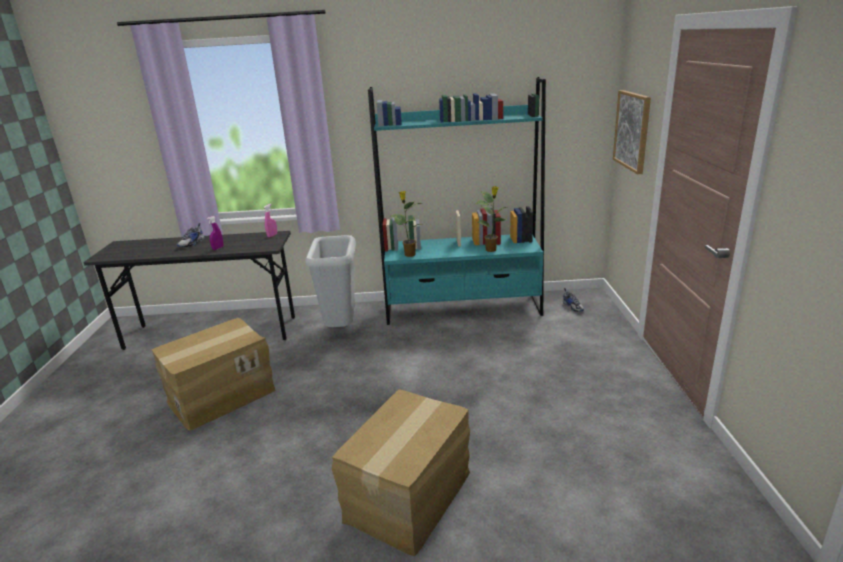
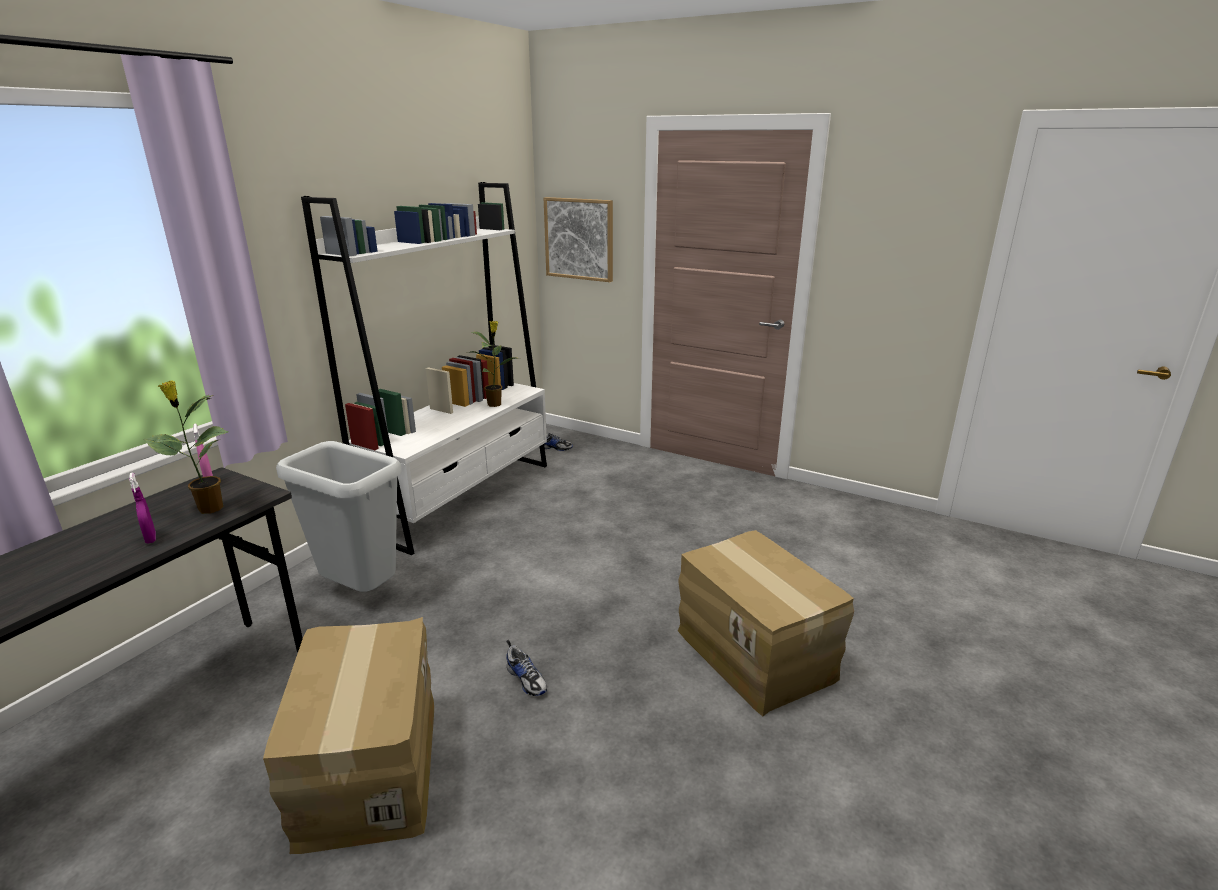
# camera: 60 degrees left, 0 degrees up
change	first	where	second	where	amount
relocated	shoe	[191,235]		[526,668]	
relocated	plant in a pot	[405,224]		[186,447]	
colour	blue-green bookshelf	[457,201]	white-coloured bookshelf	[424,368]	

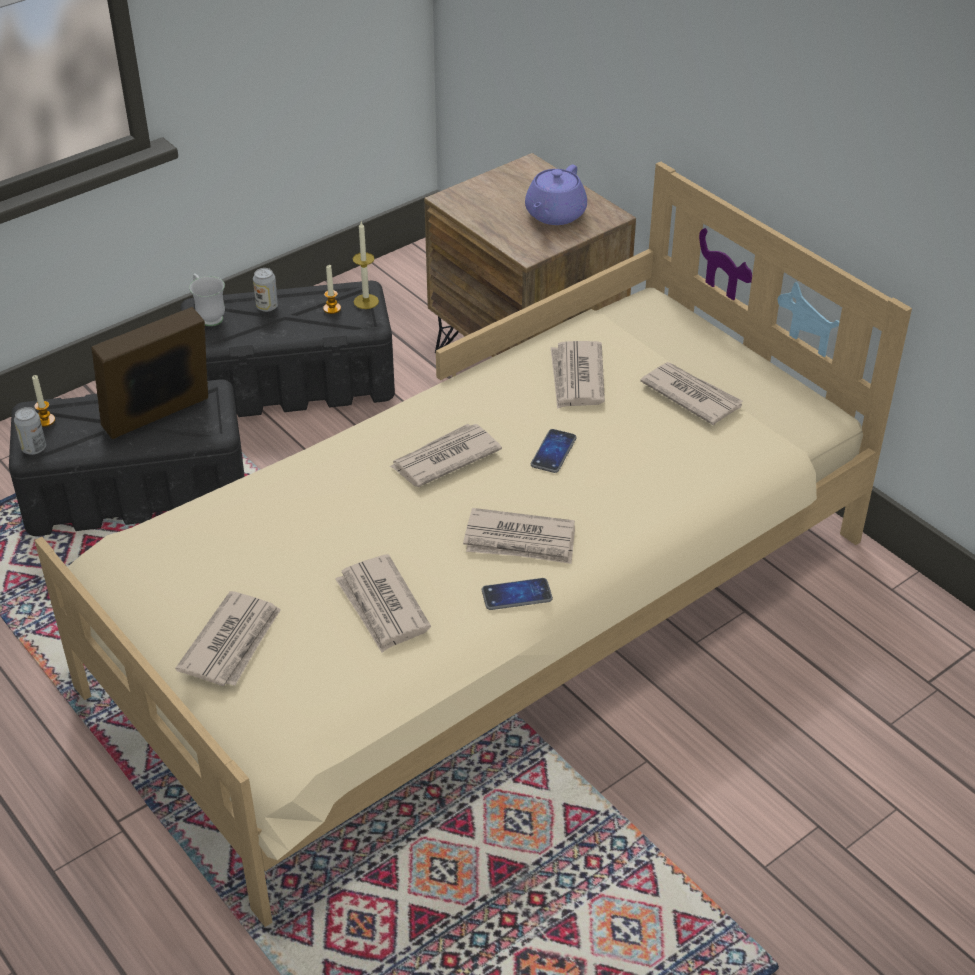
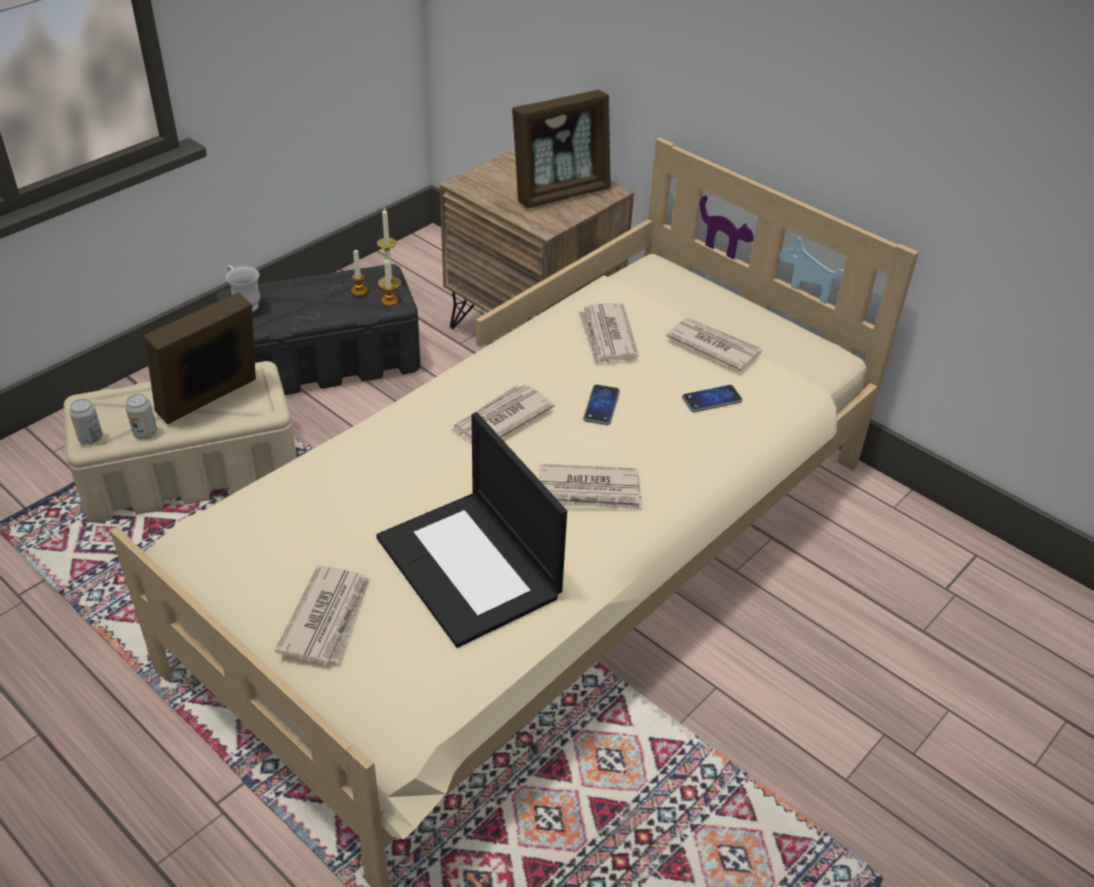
# camera: 10 degrees left, 0 degrees up
change	first	where	second	where	amount
relocated	wax candle	[43,401]		[389,283]	
relocated	can	[265,290]		[141,417]	
relocated	phone	[517,594]		[712,398]	
exchanged	daily paper	[383,603]	laptop	[471,530]	
exchanged	purple pot for tea	[556,195]	picture frame	[561,149]	
colour	blackish storage container	[127,457]	beige-coloured storage container	[180,442]	

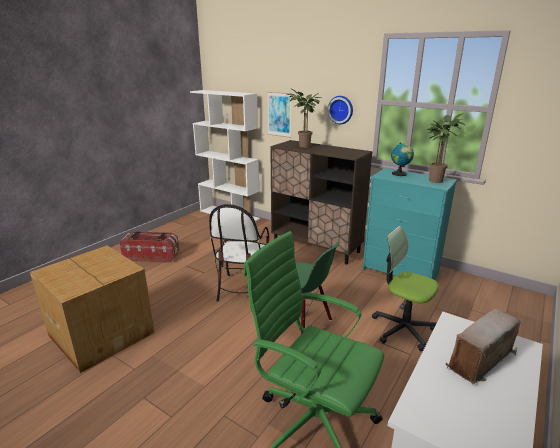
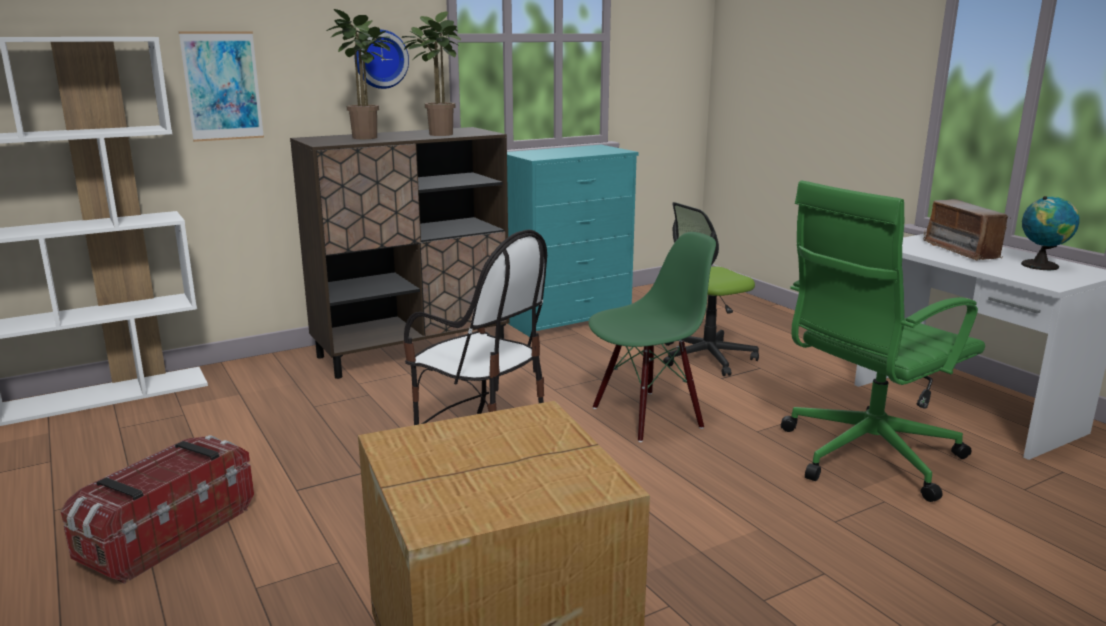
# camera: 65 degrees left, 5 degrees down
change	first	where	second	where	amount
relocated	globe	[402,159]		[1050,233]	
relocated	plant in a pot	[446,148]		[431,73]	

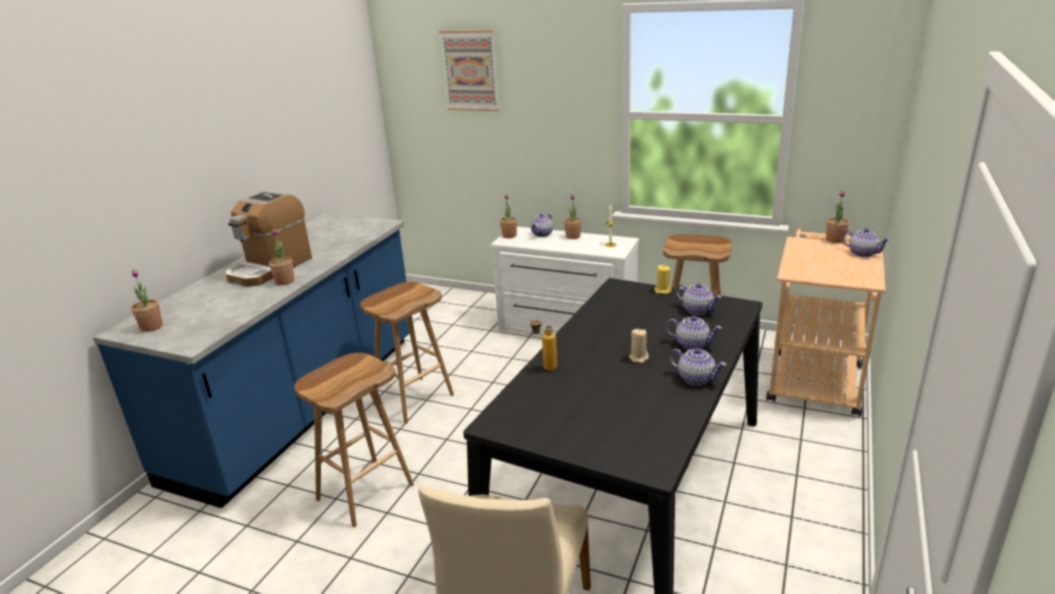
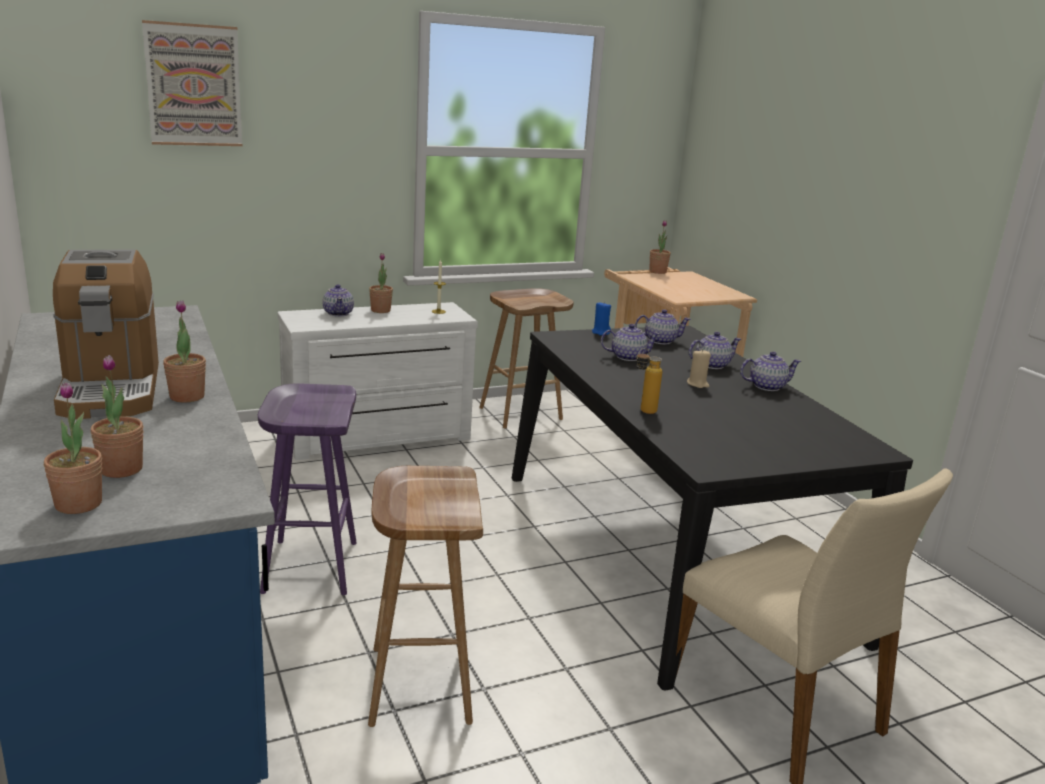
# camera: 50 degrees left, 5 degrees down
change	first	where	second	where	amount
relocated	plant in a pot	[508,216]		[117,416]	
relocated	pot for tea	[865,242]		[630,342]	
colour	brown-coloured stool	[407,353]	purple stool	[307,489]	
colour	yellow wax candle	[663,279]	blue wax candle	[601,318]	

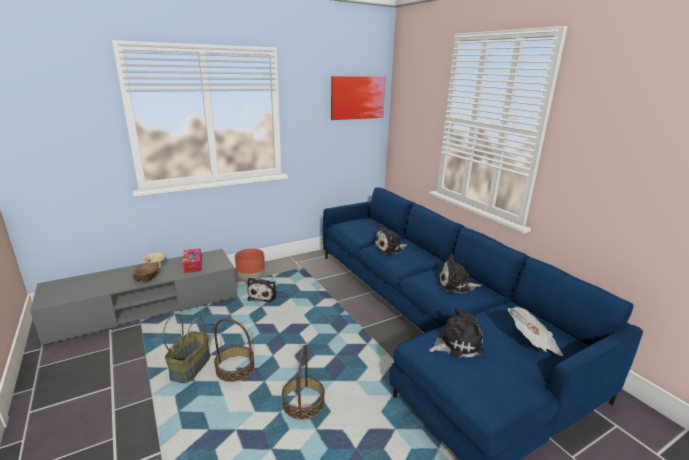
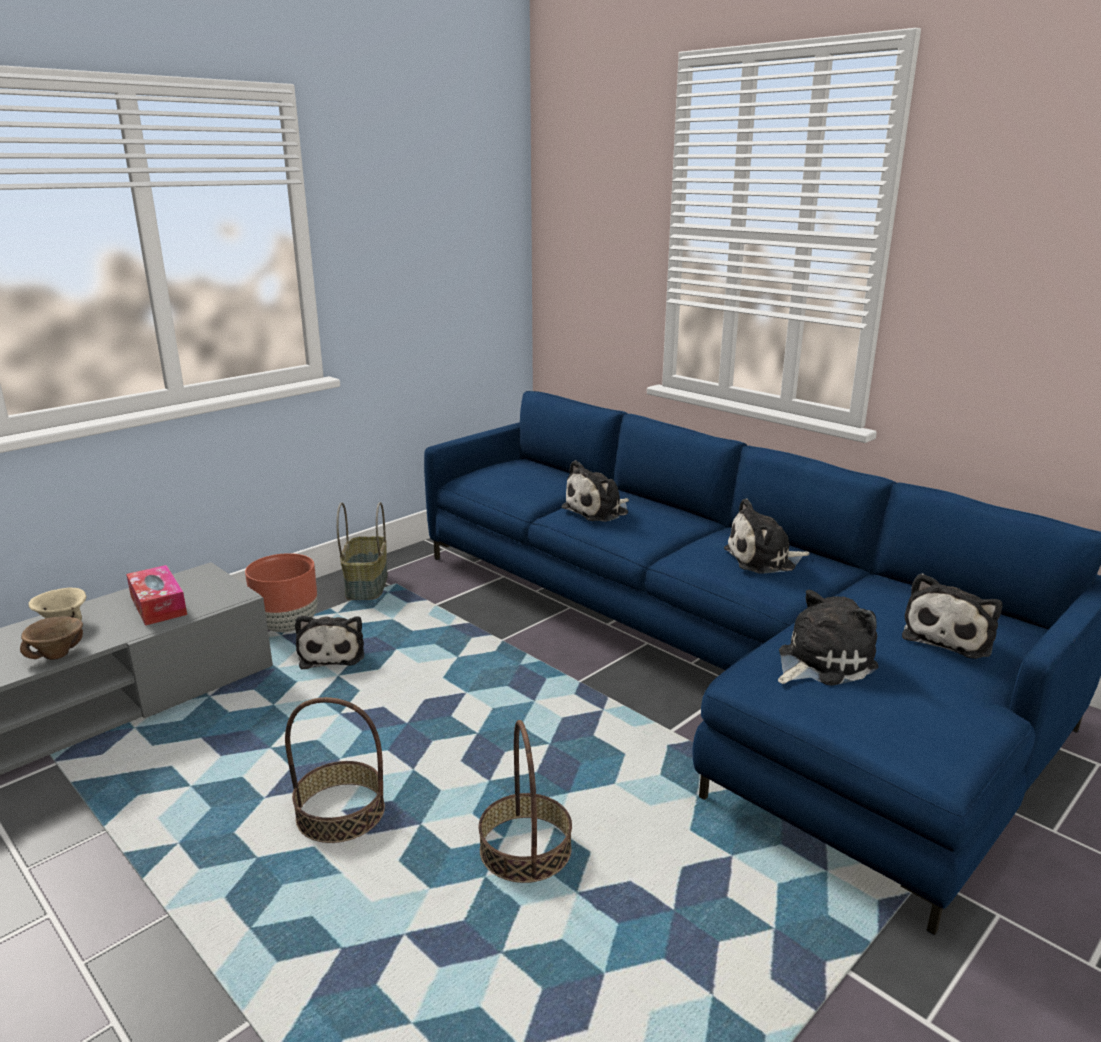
# camera: 15 degrees left, 0 degrees up
change	first	where	second	where	amount
missing	wall picture	[358,98]			
relocated	household basket	[186,348]		[362,551]	
exchanged	daily paper	[535,331]	cuddly toy	[952,616]	

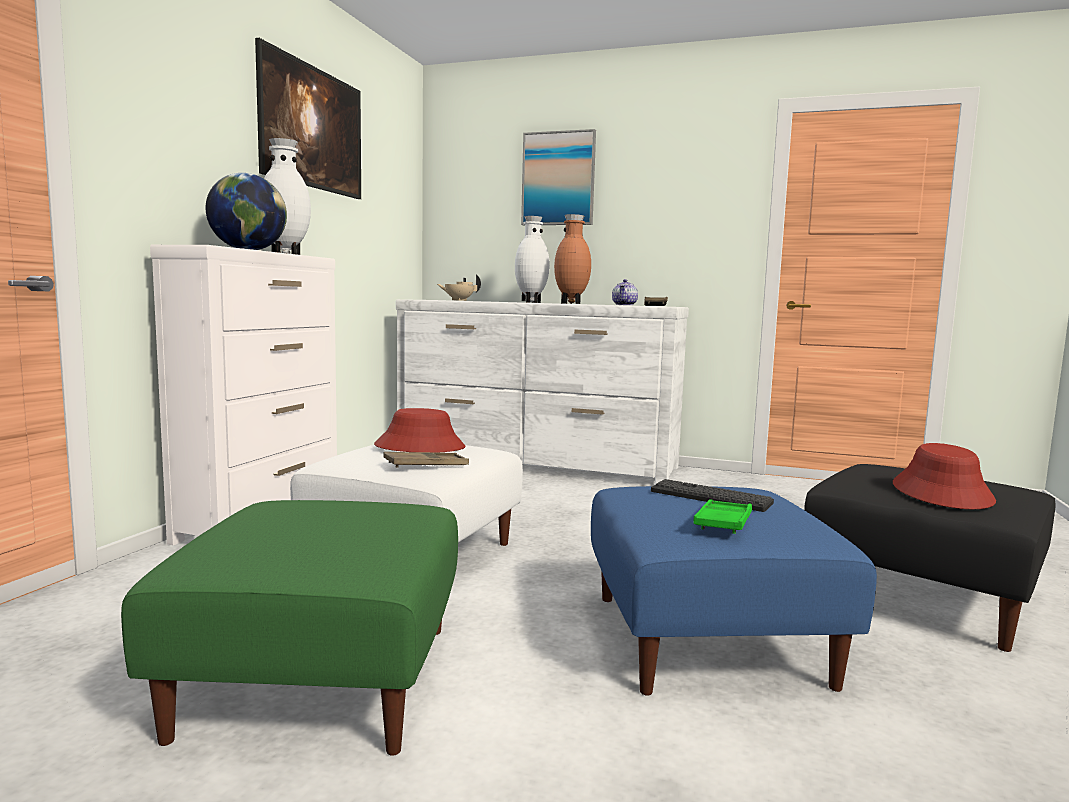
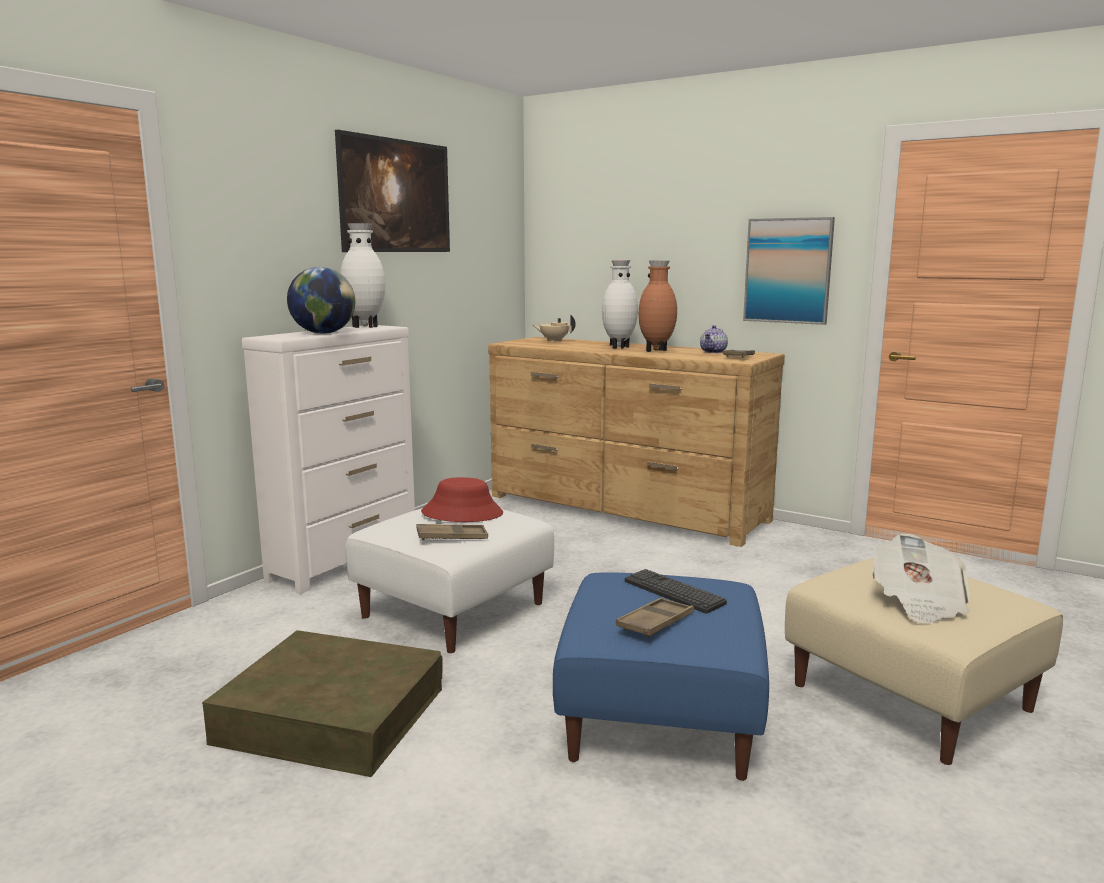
# camera: 15 degrees right, 5 degrees up
change	first	where	second	where	amount
relocated	wall picture	[558,177]		[789,271]	
exchanged	green-coloured ottoman	[289,628]	brown-coloured storage container	[322,703]	
exchanged	red-coloured hat	[944,476]	daily paper	[921,578]	
colour	white-coloured drawer chest	[542,392]	brown-coloured drawer chest	[636,442]	
colour	green-coloured tray	[723,516]	brown-coloured tray	[655,617]	
colour	blackish ottoman	[930,558]	beige-coloured ottoman	[924,661]	

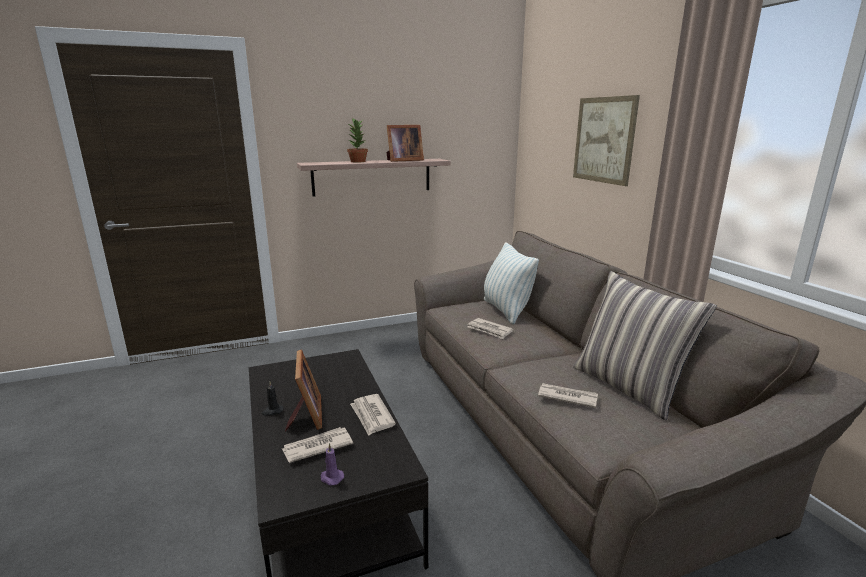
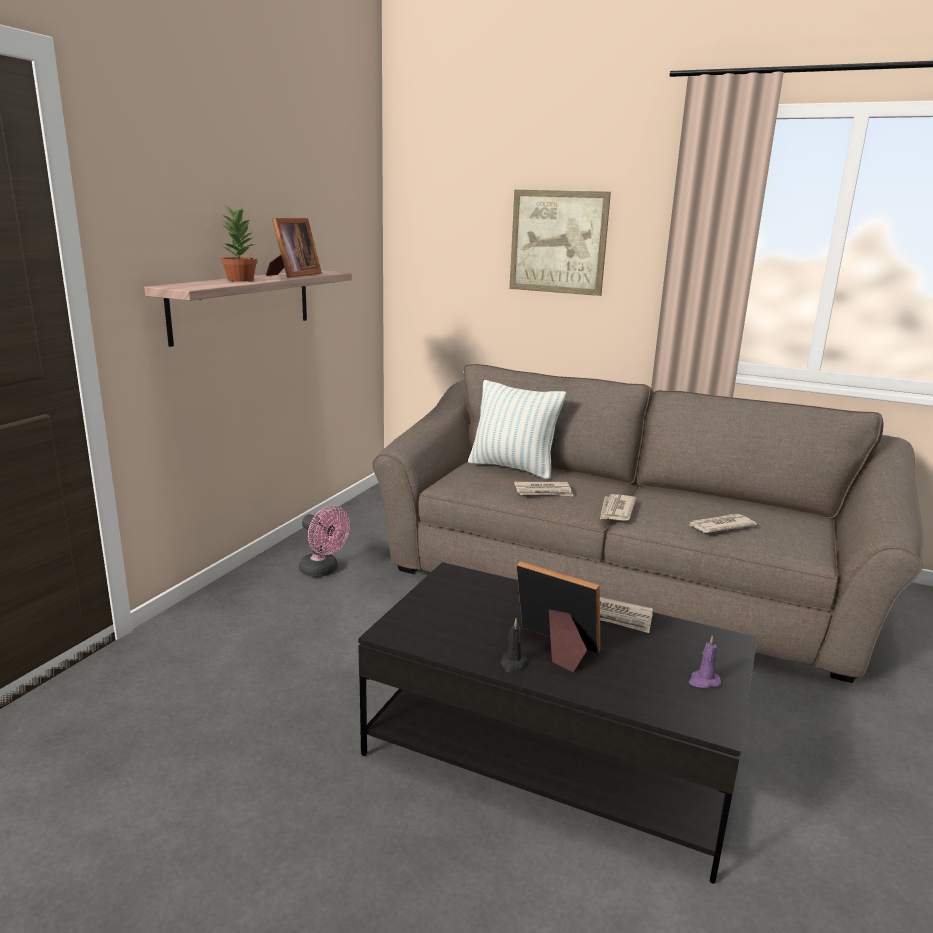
# camera: 45 degrees left, 0 degrees up
change	first	where	second	where	amount
missing	pillow	[645,345]			
appeared			pink cooling fan	[324,541]	
relocated	daily paper	[317,445]		[618,507]	

